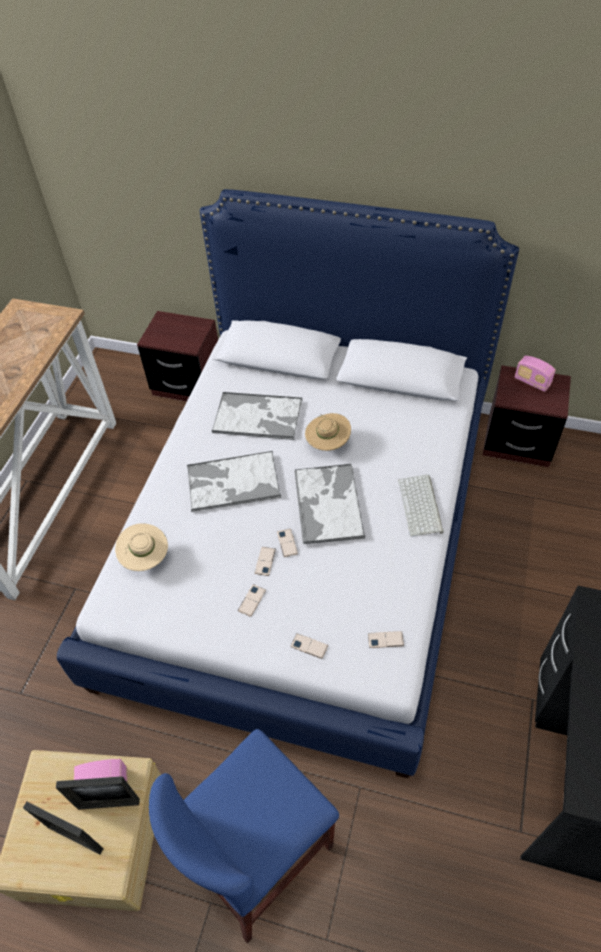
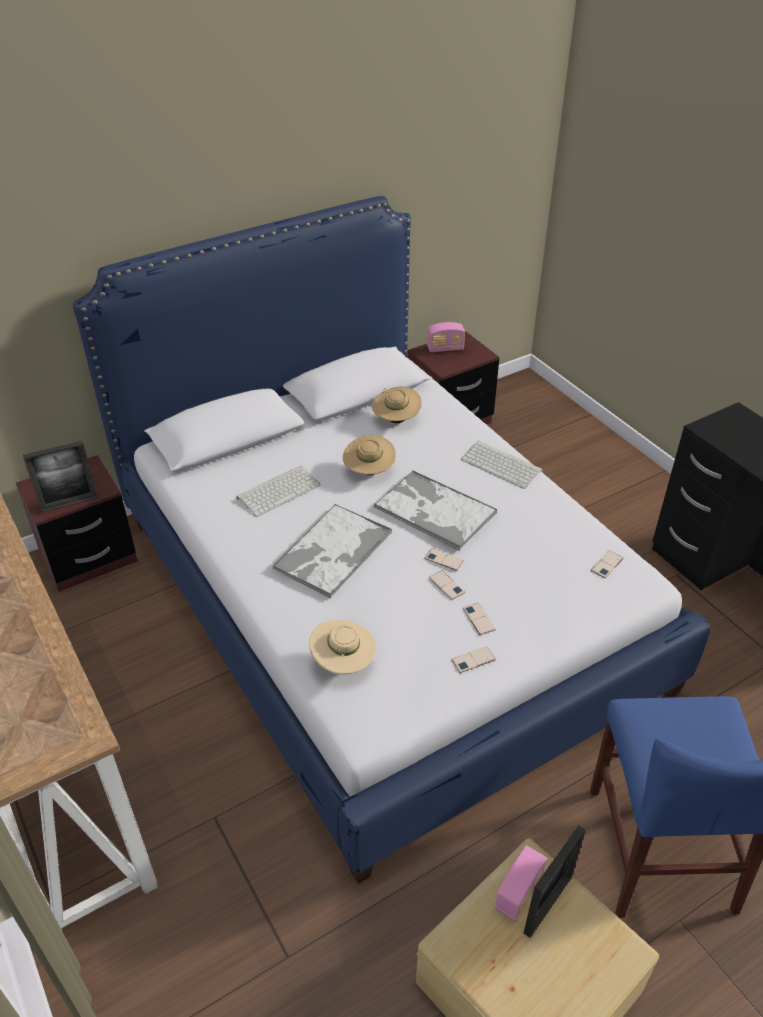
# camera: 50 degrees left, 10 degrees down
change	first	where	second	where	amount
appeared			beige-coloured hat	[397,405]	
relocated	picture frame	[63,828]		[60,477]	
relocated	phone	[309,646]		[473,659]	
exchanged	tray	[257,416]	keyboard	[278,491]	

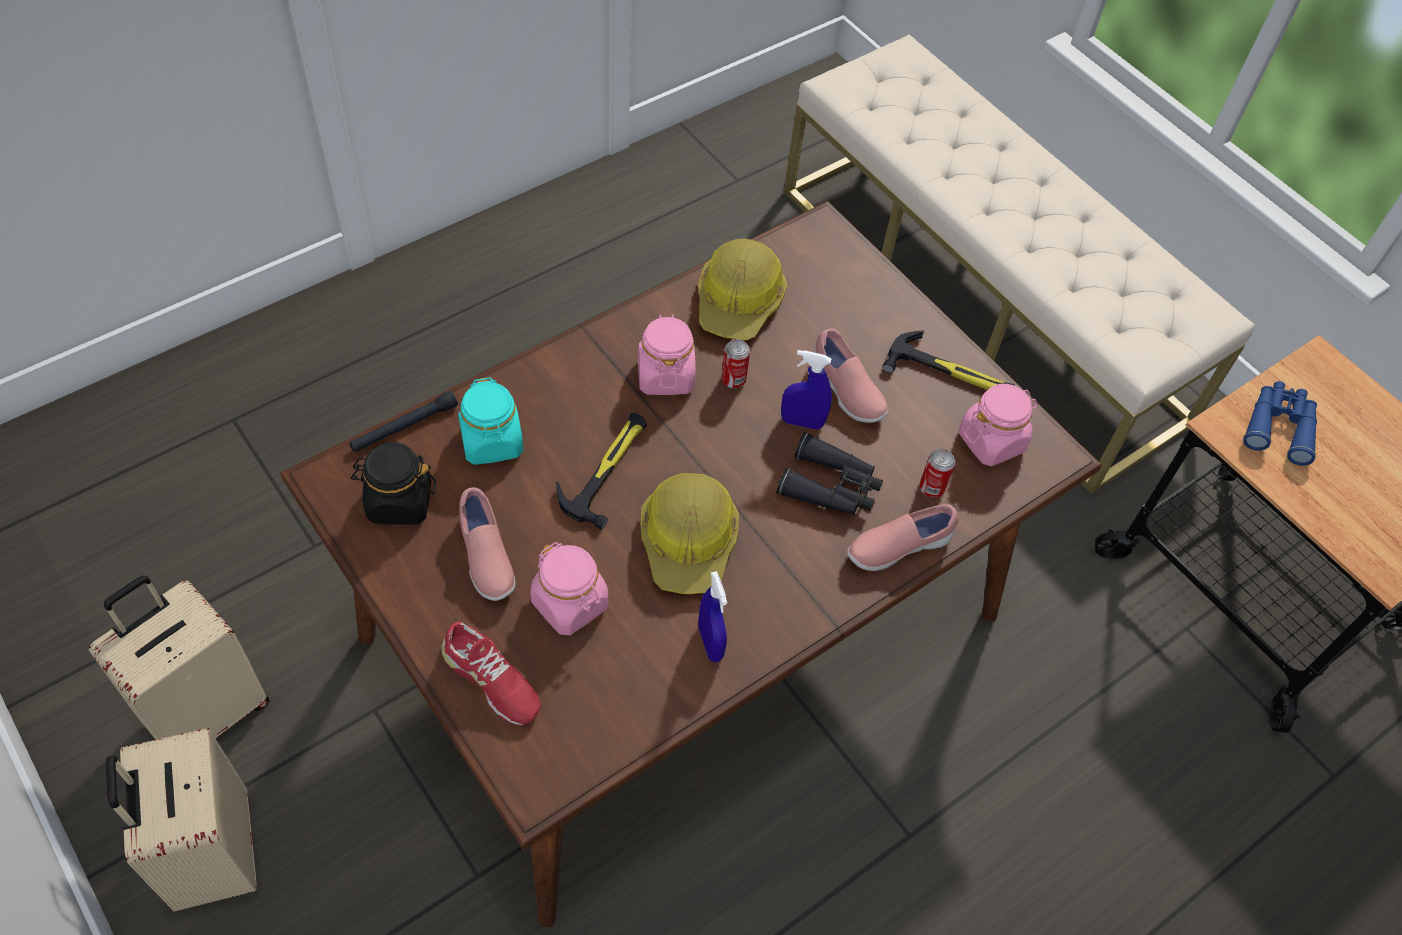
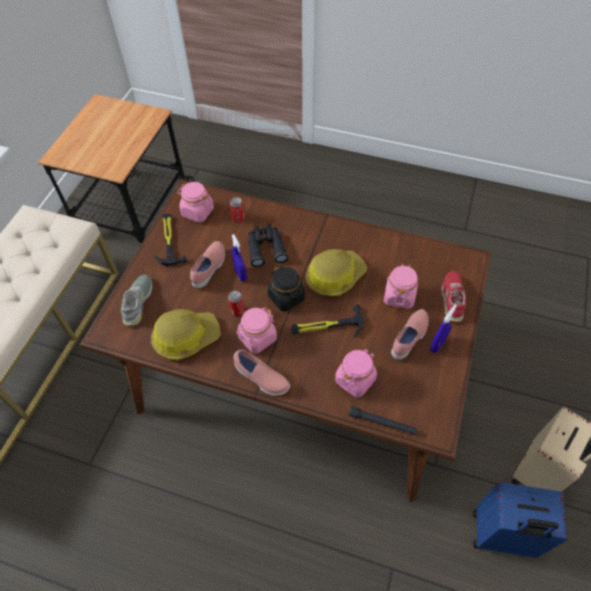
# camera: 120 degrees left, 0 degrees up
change	first	where	second	where	amount
missing	blue binoculars	[1280,423]			
appeared			greyish shoe	[136,300]	
relocated	blackish storage jar	[393,483]		[286,288]	
relocated	blue spray bottle	[712,616]		[443,329]	
relocated	pink shoe	[903,537]		[261,372]	
colour	beige-coloured piece of luggage	[179,657]	blue piece of luggage	[520,520]	
colour	blue-green storage jar	[490,421]	pink storage jar	[356,373]	

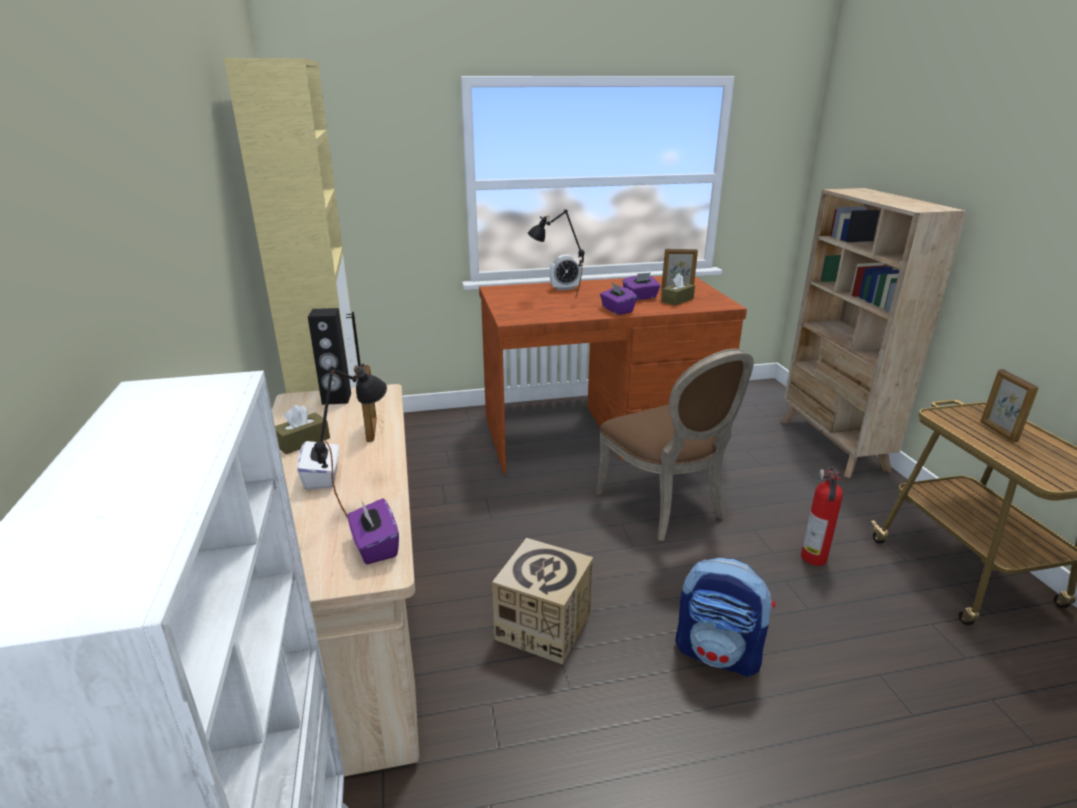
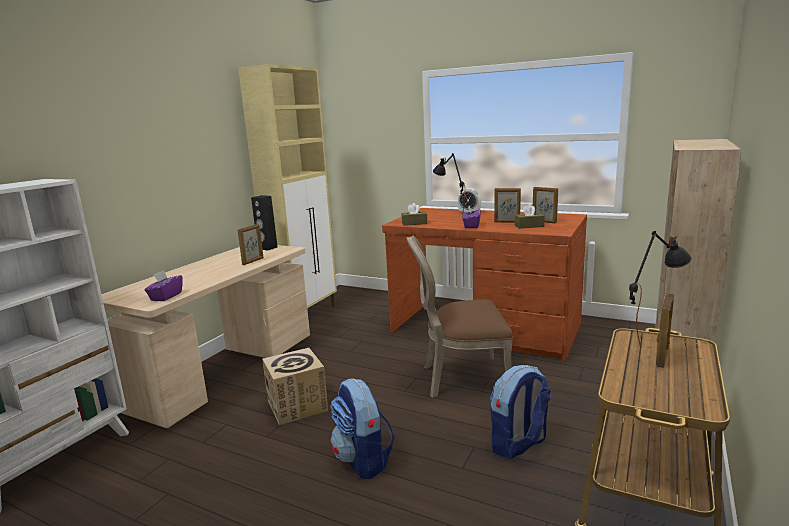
# camera: 40 degrees right, 10 degrees down
change	first	where	second	where	amount
missing	white-coloured tissue holder	[318,462]			
relocated	brown-coloured tissue holder	[302,429]		[414,214]	
relocated	blackish table lamp	[350,441]		[660,289]	
exchanged	purple tissue holder	[642,286]	picture frame	[507,205]	
exchanged	fire-fighting cylinder	[822,516]	backpack	[520,412]	
spun	brown-coloured chair	[675,445]		[459,317]	75 degrees clockwise

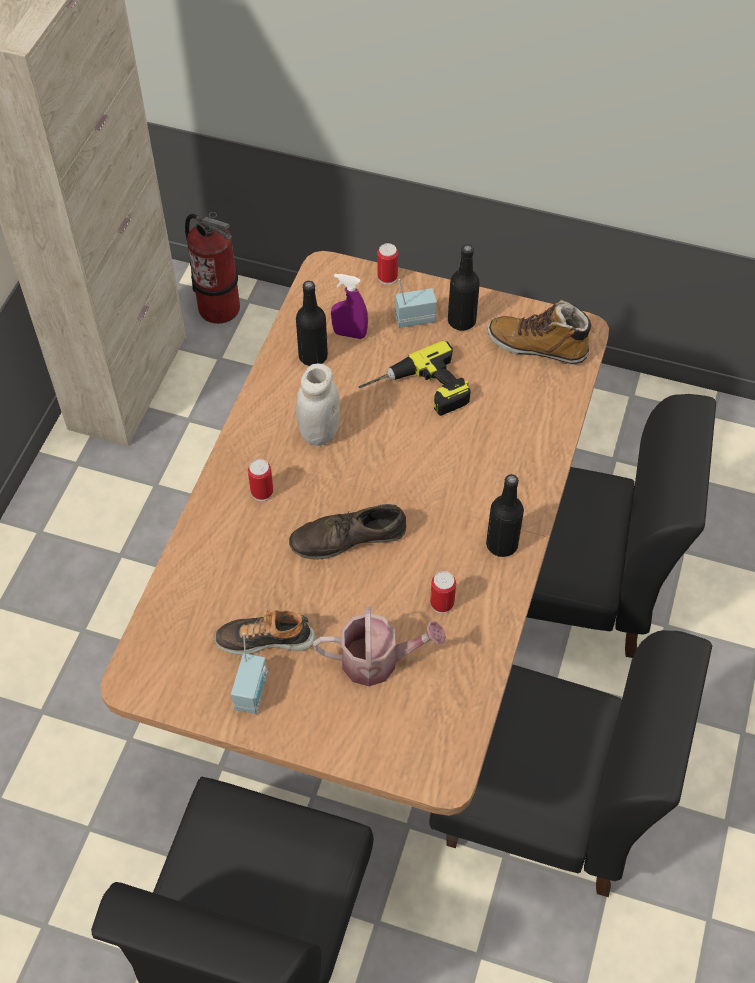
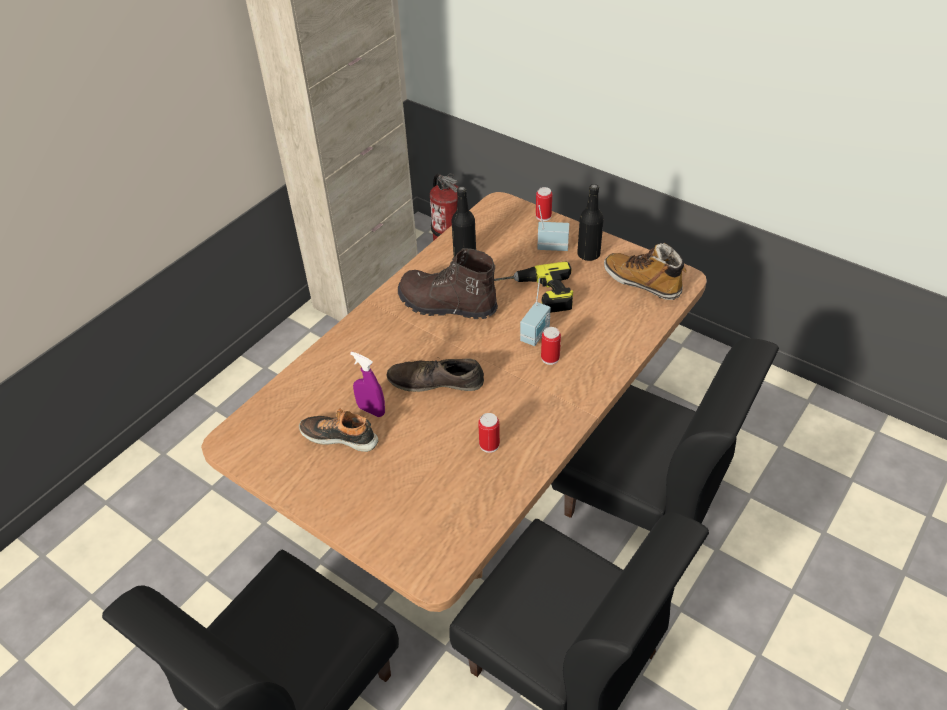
# camera: 20 degrees right, 10 degrees down
change	first	where	second	where	amount
missing	watering can	[379,646]			
missing	blackish beverage bottle	[505,515]			
relocated	radio set	[249,673]		[535,312]	
relocated	can	[260,480]		[551,346]	
relocated	purple spray bottle	[349,306]		[367,384]	
exchanged	white-coloured storage jar	[318,405]	brown-coloured tall boot	[448,283]	

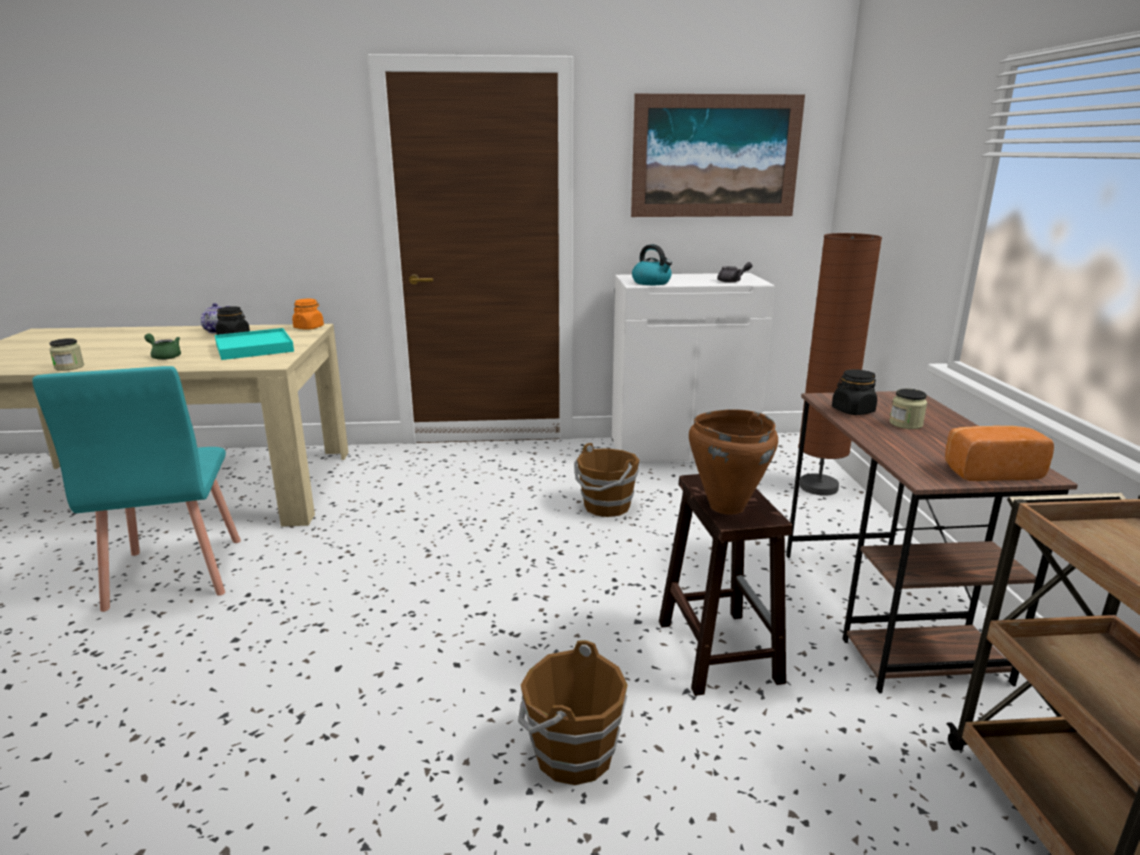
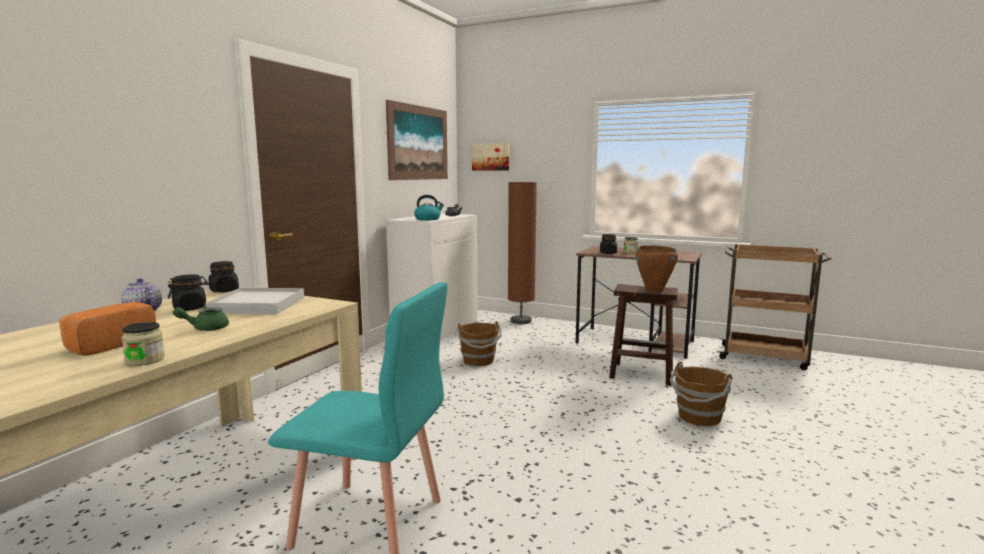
# camera: 60 degrees left, 10 degrees down
change	first	where	second	where	amount
appeared			wall picture	[490,156]	
relocated	bread	[999,453]		[107,329]	
colour	blue-green tray	[254,344]	white-coloured tray	[254,301]	
colour	orange-coloured storage jar	[308,314]	blackish storage jar	[223,276]	

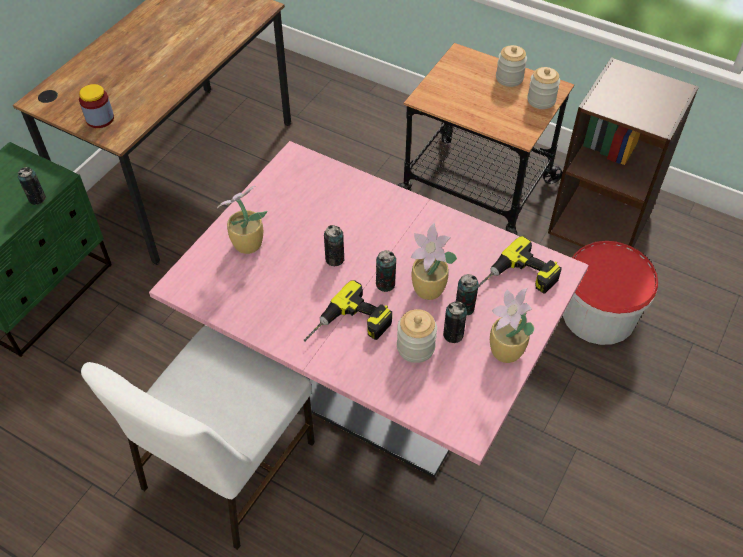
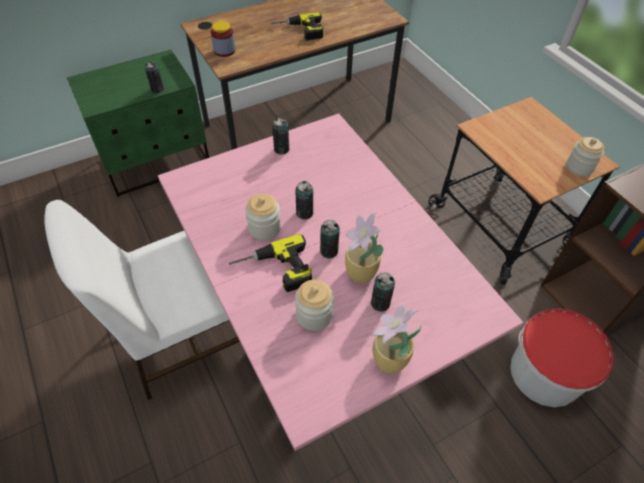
# camera: 30 degrees right, 0 degrees up
change	first	where	second	where	amount
missing	plant in a pot	[242,220]			
relocated	can	[455,322]		[280,136]	
relocated	power drill	[520,265]		[297,26]	
relocated	storage jar	[511,66]		[263,217]	

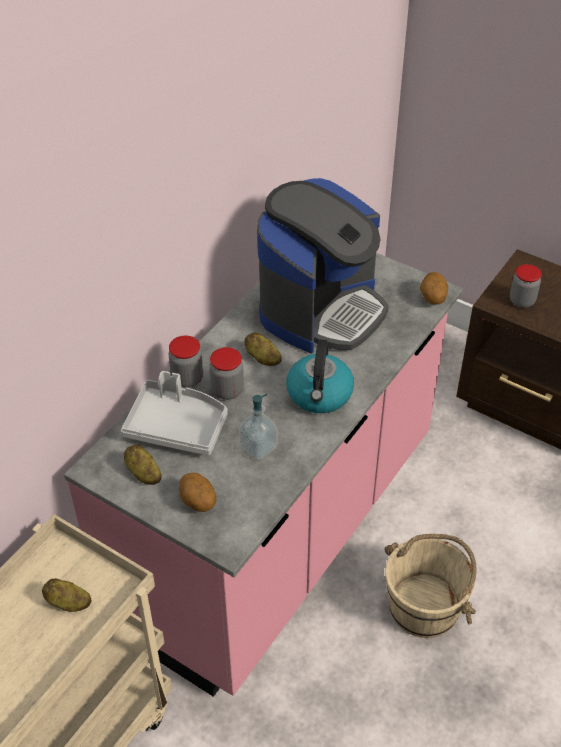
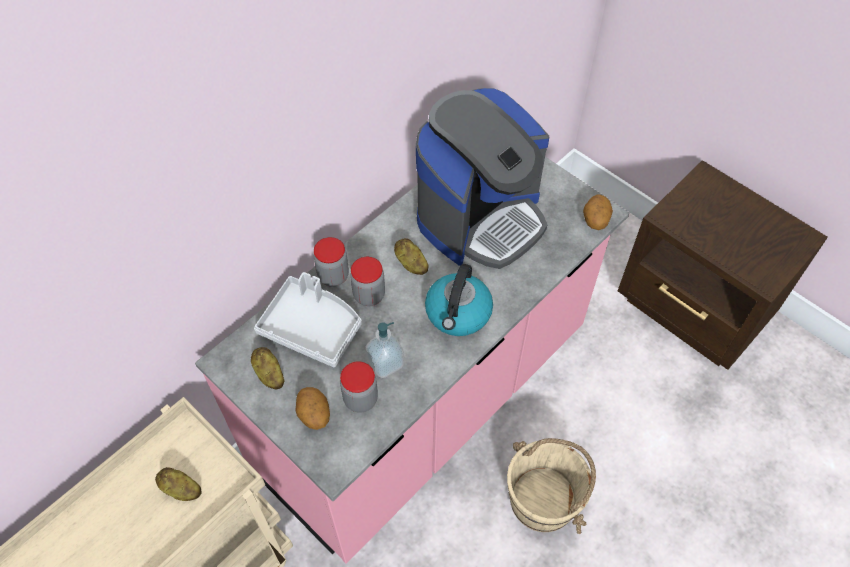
# camera: 10 degrees right, 10 degrees up
change	first	where	second	where	amount
relocated	storage jar	[526,286]		[359,387]	

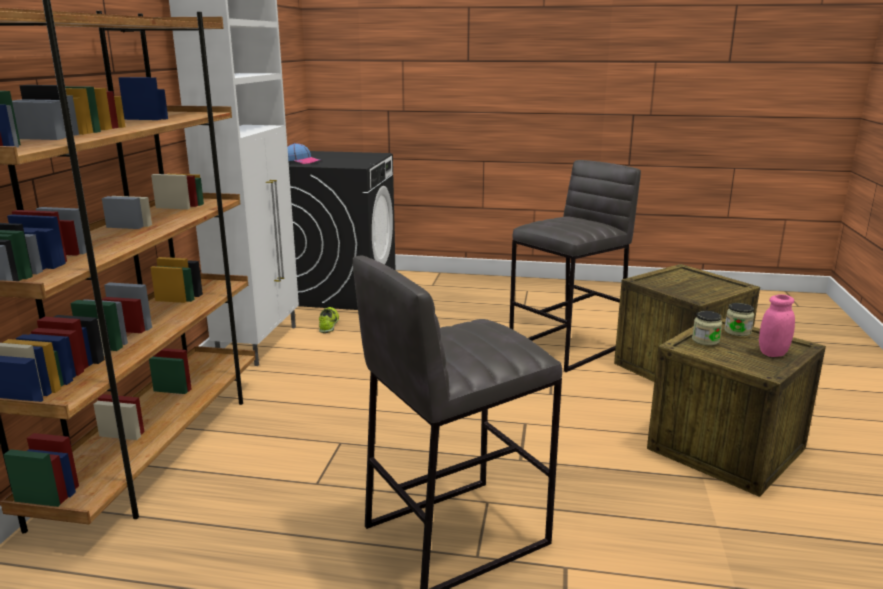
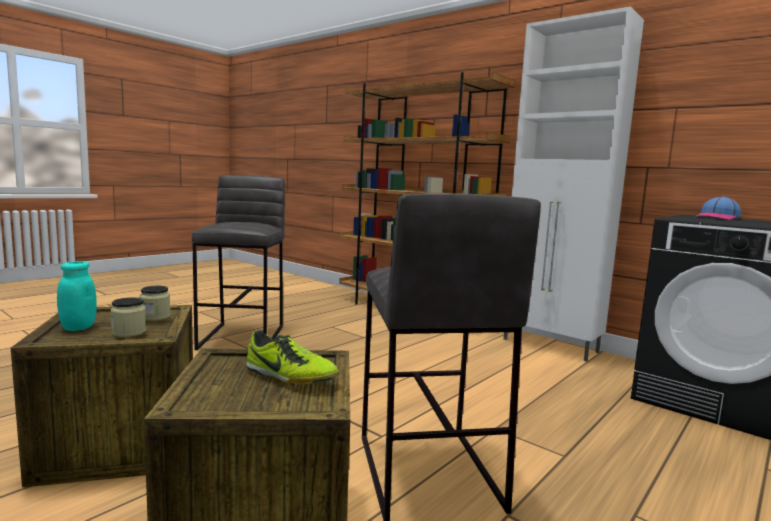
# camera: 120 degrees right, 10 degrees down
change	first	where	second	where	amount
relocated	shoe	[329,320]		[292,357]	
colour	pink storage jar	[777,325]	blue-green storage jar	[77,296]	

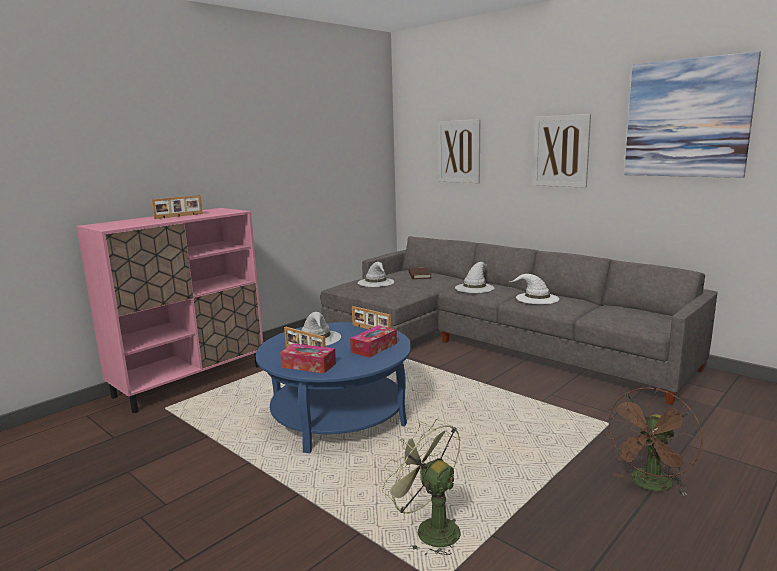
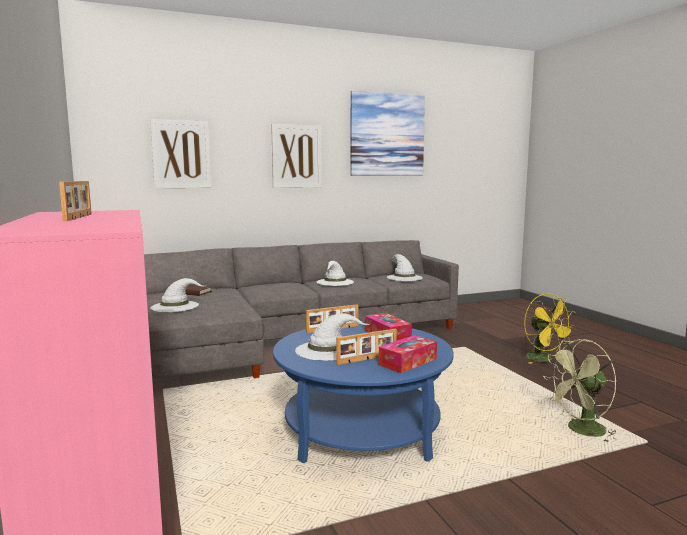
# camera: 65 degrees left, 5 degrees down
change	first	where	second	where	amount
relocated	white-coloured hat	[474,277]		[405,267]	
colour	brown-coloured cooling fan	[653,442]	yellow cooling fan	[550,329]	

